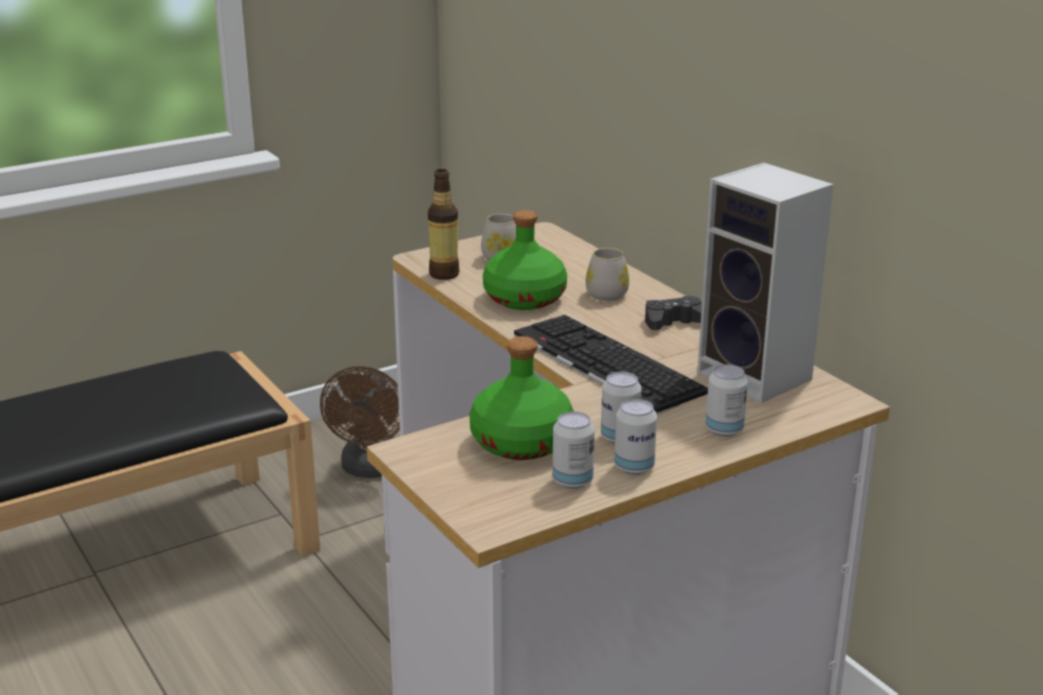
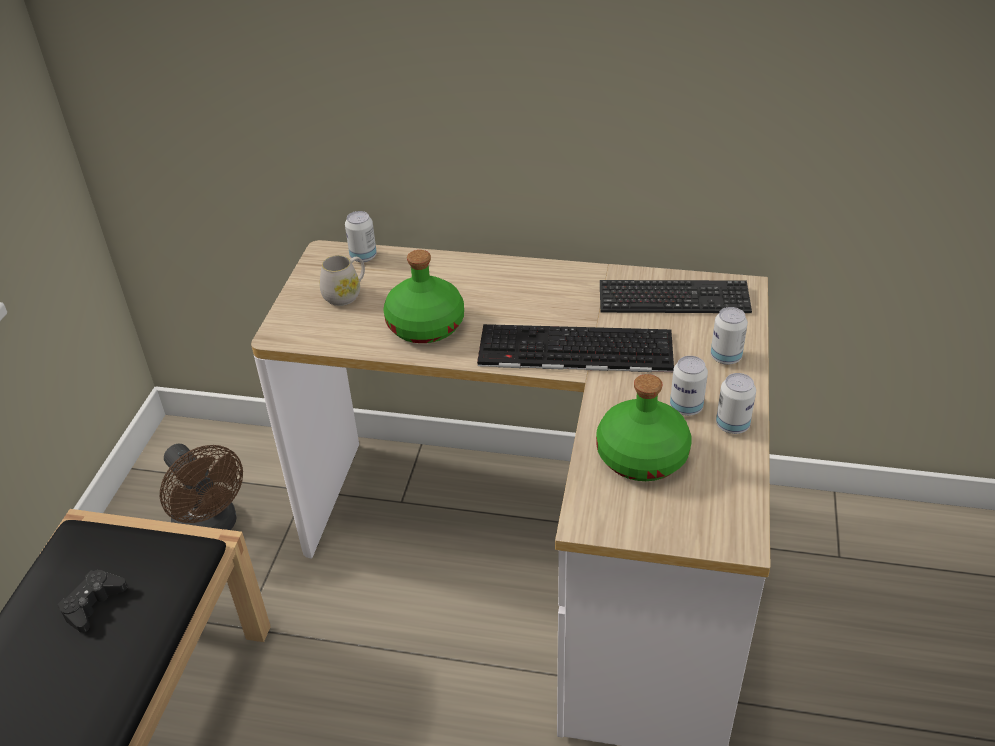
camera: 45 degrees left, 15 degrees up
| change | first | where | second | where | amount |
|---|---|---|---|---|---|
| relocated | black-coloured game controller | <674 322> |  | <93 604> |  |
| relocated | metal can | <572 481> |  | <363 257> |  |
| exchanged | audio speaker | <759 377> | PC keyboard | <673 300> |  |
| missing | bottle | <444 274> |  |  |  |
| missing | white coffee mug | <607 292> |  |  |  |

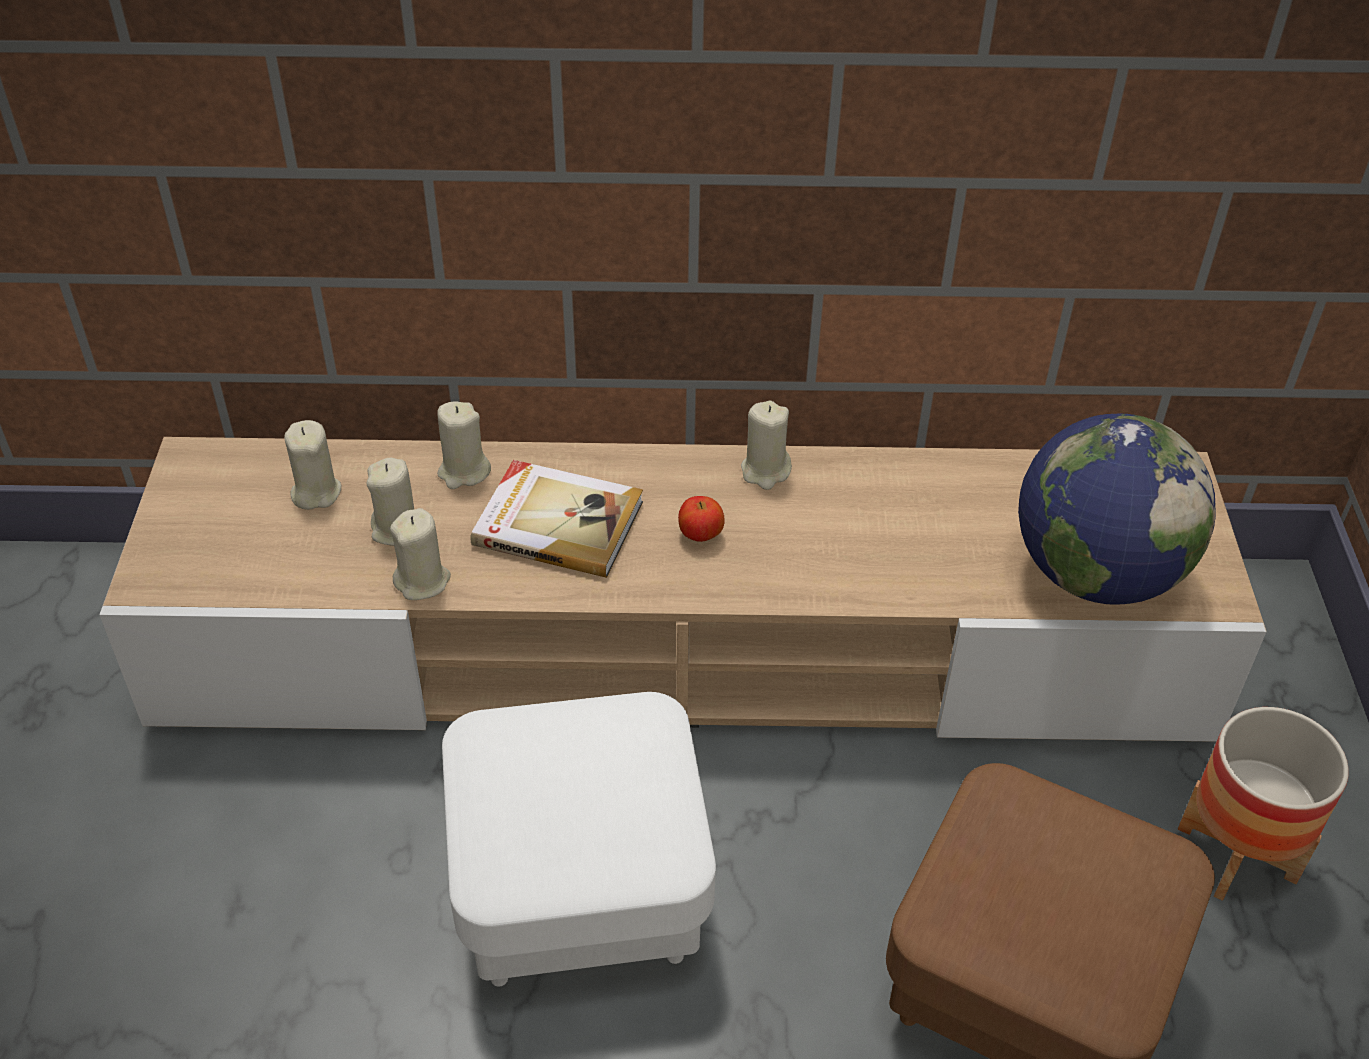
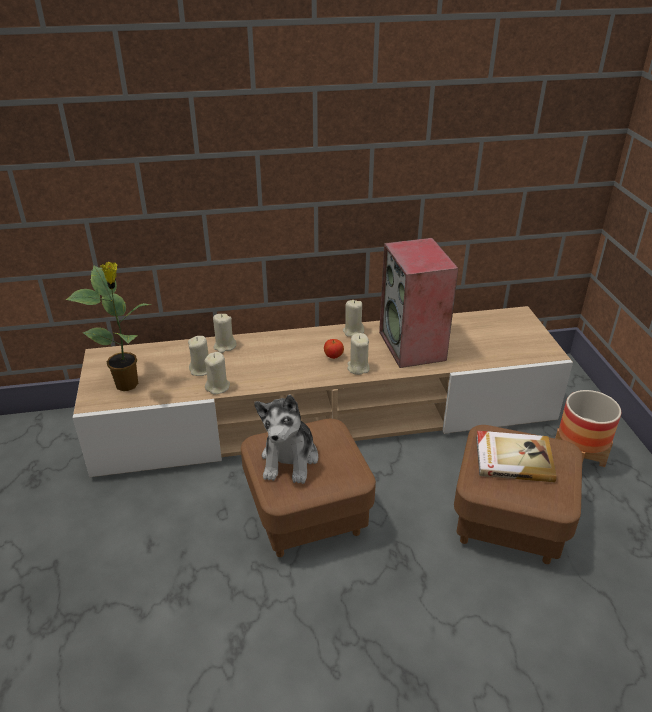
camera: 10 degrees left, 10 degrees down
| change | first | where | second | where | amount |
|---|---|---|---|---|---|
| appeared |  |  | houseplant | <128 384> |  |
| colour | white footrest | <580 891> | brown footrest | <307 514> |  |
| appeared |  |  | soft toy | <290 459> |  |
| relocated | beige wax light | <316 492> |  | <358 368> |  |
| appeared |  |  | audio speaker | <413 346> |  |
| relocated | bound book | <558 522> |  | <513 458> |  |
| missing | world globe | <1096 573> |  |  |  |

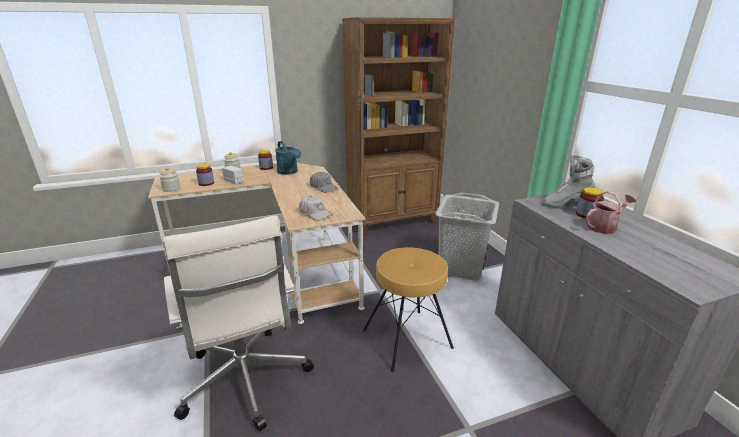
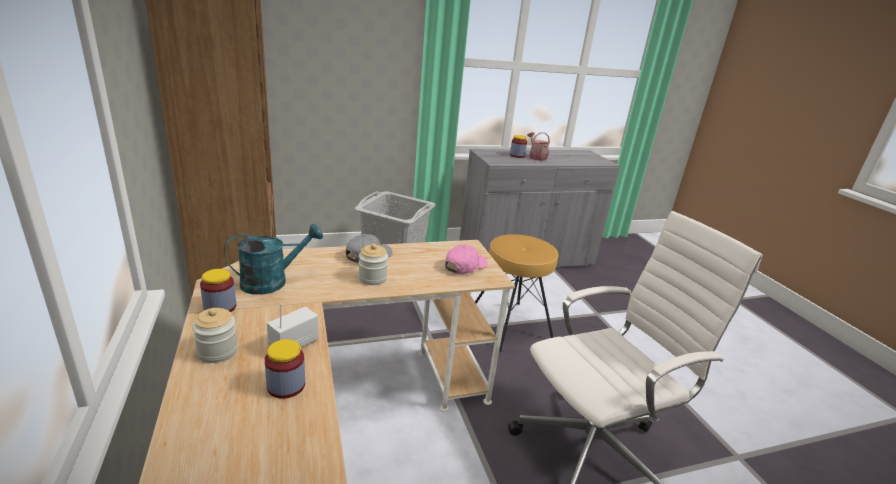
camera: 90 degrees left, 0 degrees up
| change | first | where | second | where | amount |
|---|---|---|---|---|---|
| relocated | storage jar | <171 189> |  | <372 278> |  |
| colour | white baseball cap | <315 213> | pinkish baseball cap | <465 266> |  |
| missing | gray tall boot | <565 204> |  |  |  |

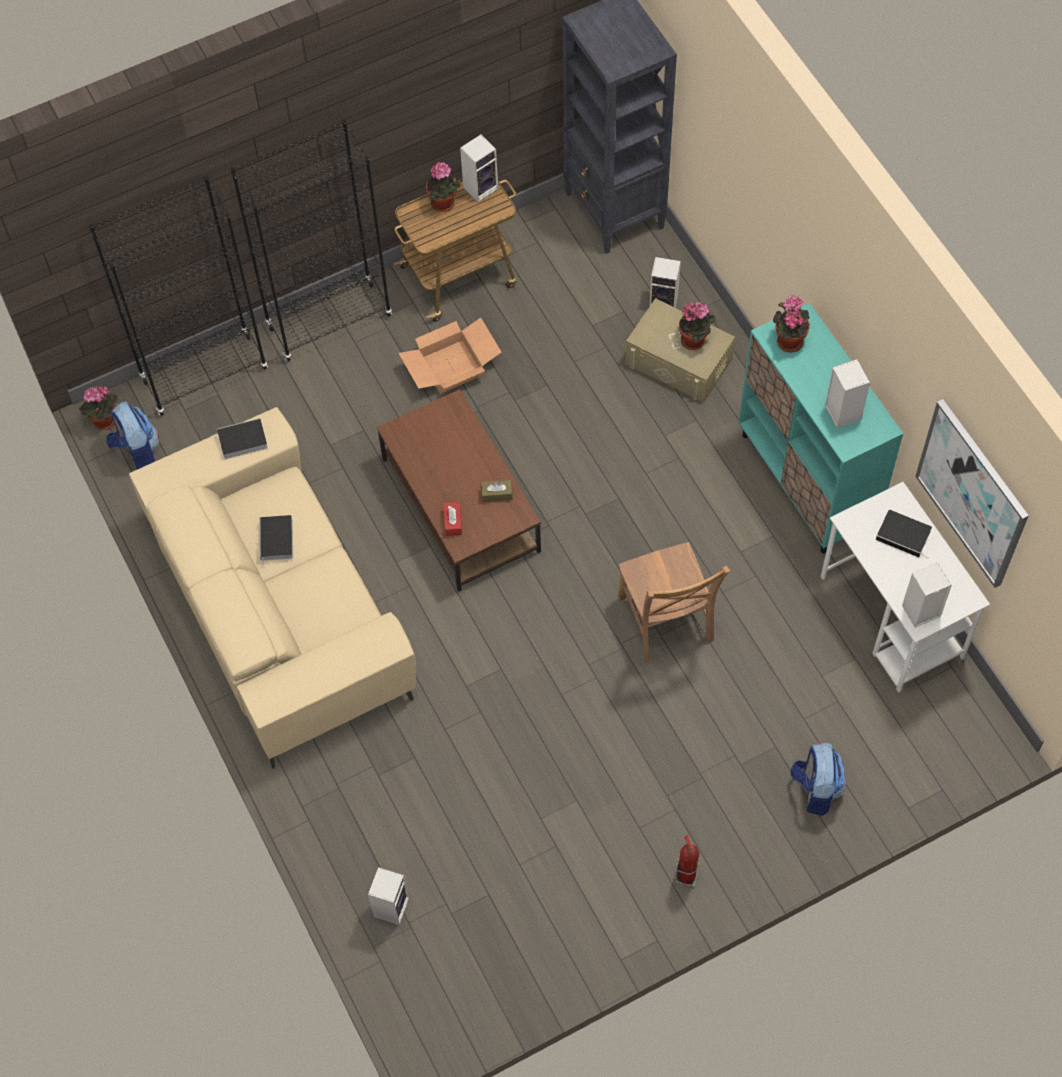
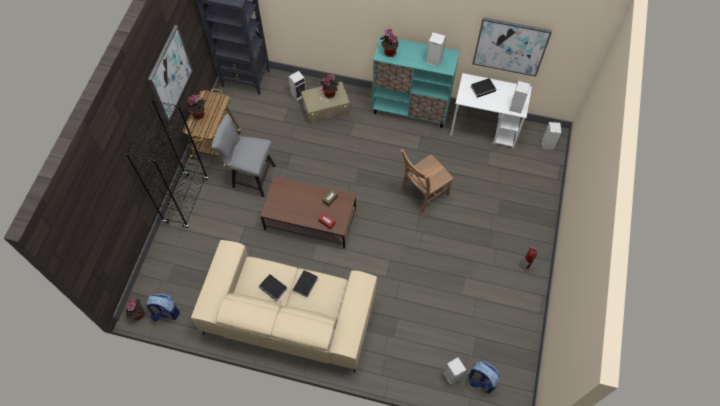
camera: 50 degrees left, 0 degrees up
| change | first | where | second | where | amount |
|---|---|---|---|---|---|
| appeared |  |  | wall picture | <170 74> |  |
| exchanged | packing box | <451 365> | gray chair | <250 176> |  |
| relocated | bound book | <241 441> |  | <305 285> |  |
| spun | brown chair | <666 622> |  | <422 193> | 120 degrees clockwise |
| relocated | rucksack | <815 789> |  | <481 381> |  |
| relocated | audio speaker | <481 187> |  | <547 143> |  |
| missing | black-coloured bookshelf | <204 374> |  |  |  |

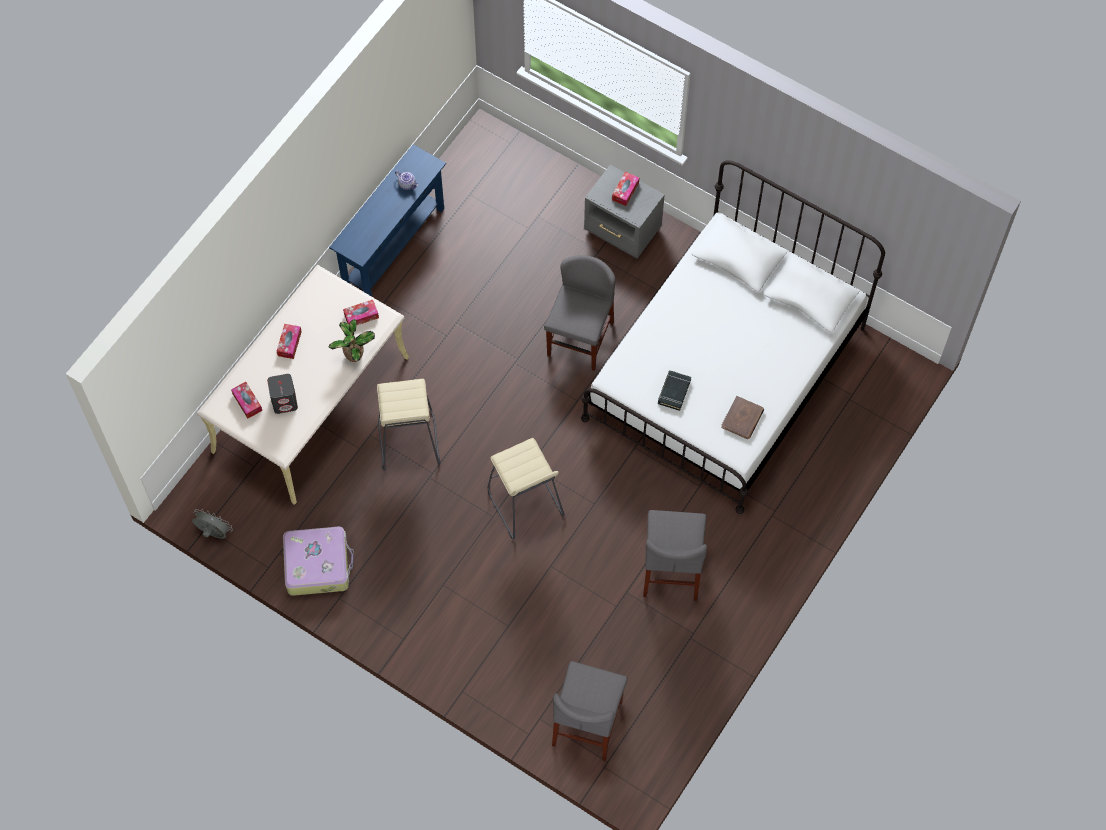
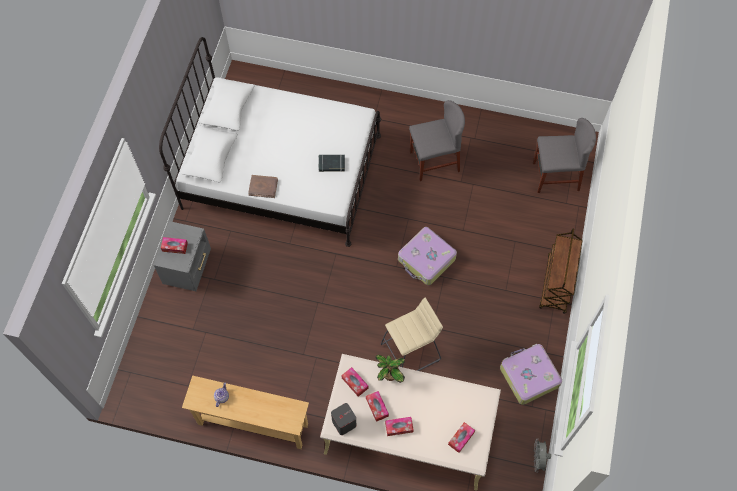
camera: 110 degrees left, 0 degrees up
| change | first | where | second | where | amount |
|---|---|---|---|---|---|
| colour | blue-coloured narrow table | <393 247> | beige narrow table | <253 424> |  |
| relocated | brown bound book | <742 419> |  | <263 187> |  |
| relocated | gray audio speaker | <285 402> |  | <344 423> |  |
| appeared |  |  | box of tissues | <377 407> |  |
| exchanged | beige sitting stool | <525 504> | suitcase | <426 260> |  |
| appeared |  |  | brown trolley | <556 284> |  |
| missing | gray chair | <580 339> |  |  |  |

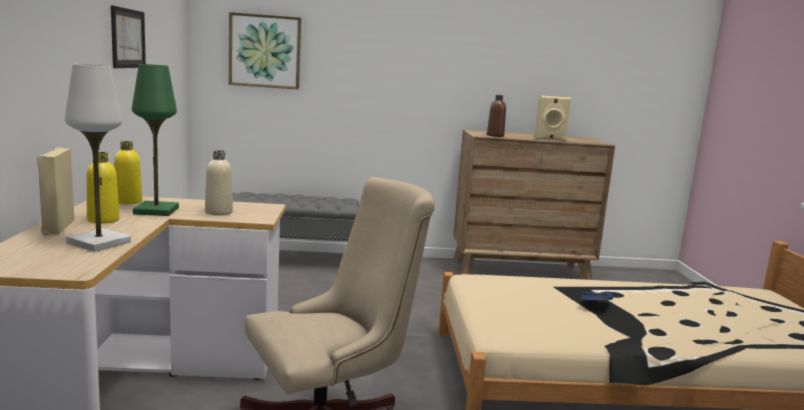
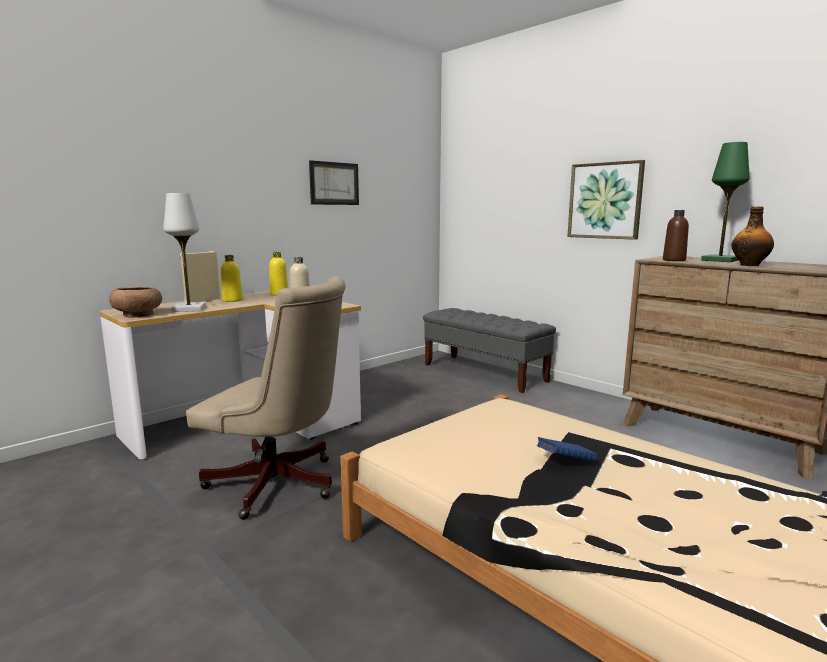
camera: 50 degrees right, 0 degrees up
| change | first | where | second | where | amount |
|---|---|---|---|---|---|
| appeared |  |  | brown bowl | <137 315> |  |
| relocated | wall picture | <265 51> |  | <605 200> |  |
| relocated | greenish tabletop lamp | <156 211> |  | <720 260> |  |
| exchanged | beige audio speaker | <550 139> | bottle | <750 265> |  |

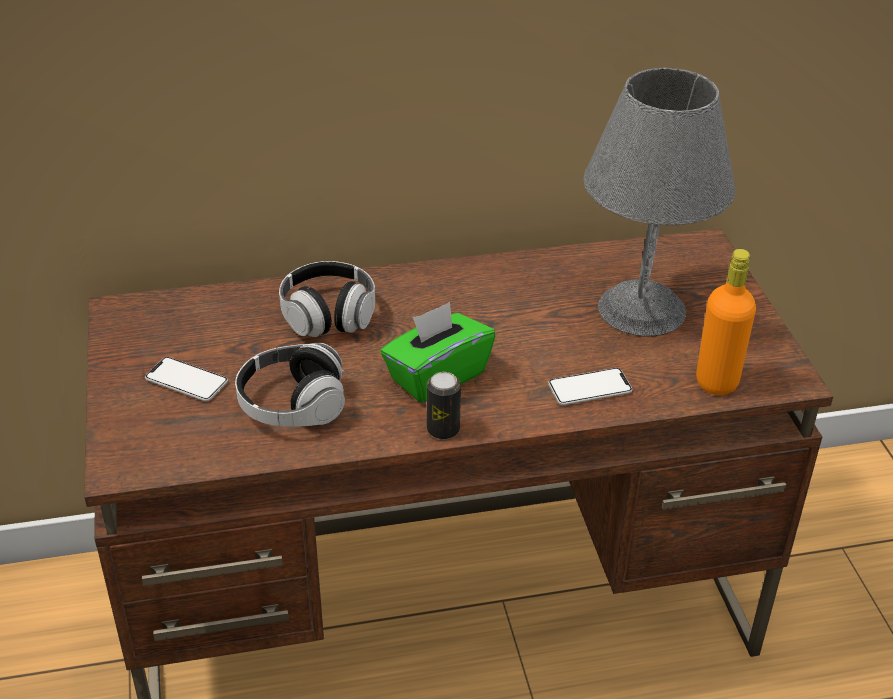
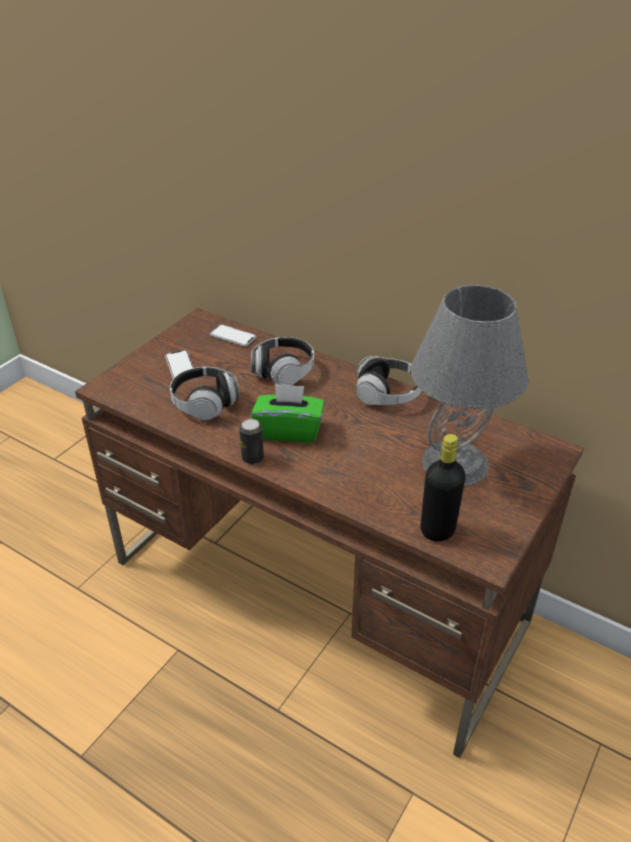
camera: 45 degrees right, 0 degrees up
| change | first | where | second | where | amount |
|---|---|---|---|---|---|
| relocated | telephone | <589 388> |  | <233 336> |  |
| appeared |  |  | headphones | <388 394> |  |
| colour | orange-coloured bottle | <716 382> | black-coloured bottle | <437 530> |  |

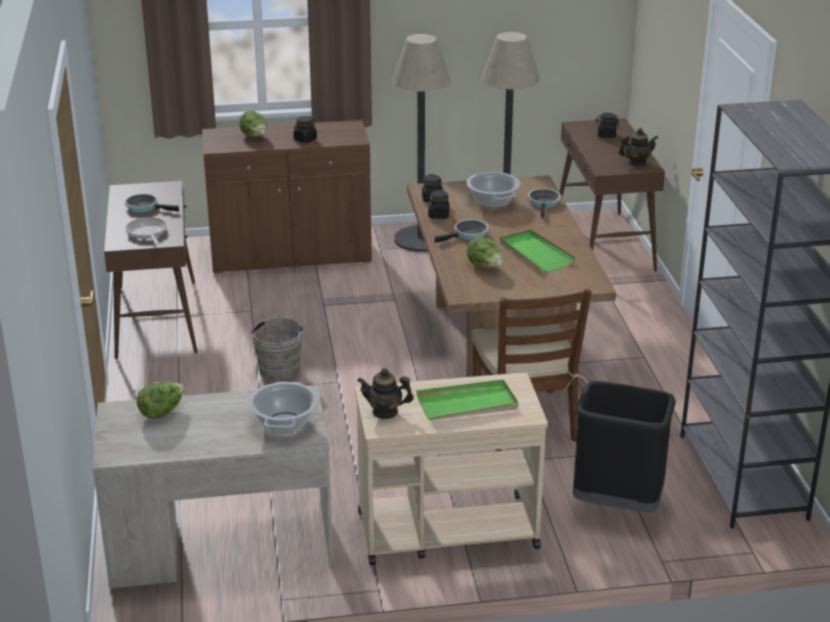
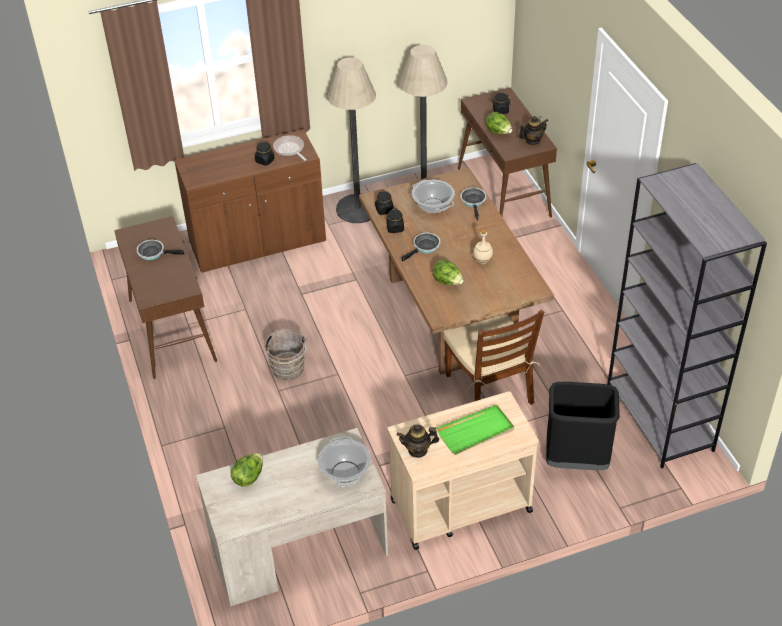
camera: 10 degrees left, 15 degrees up
| change | first | where | second | where | amount |
|---|---|---|---|---|---|
| relocated | frying pan | <147 233> |  | <289 149> |  |
| exchanged | greenish serving tray | <535 253> | beige bottle | <482 261> |  |
| relocated | head of lettuce | <255 137> |  | <499 132> |  |

